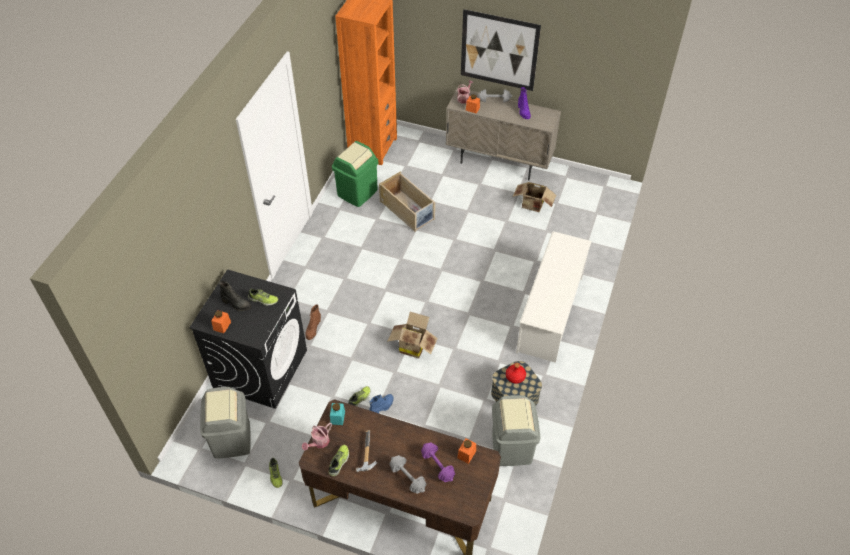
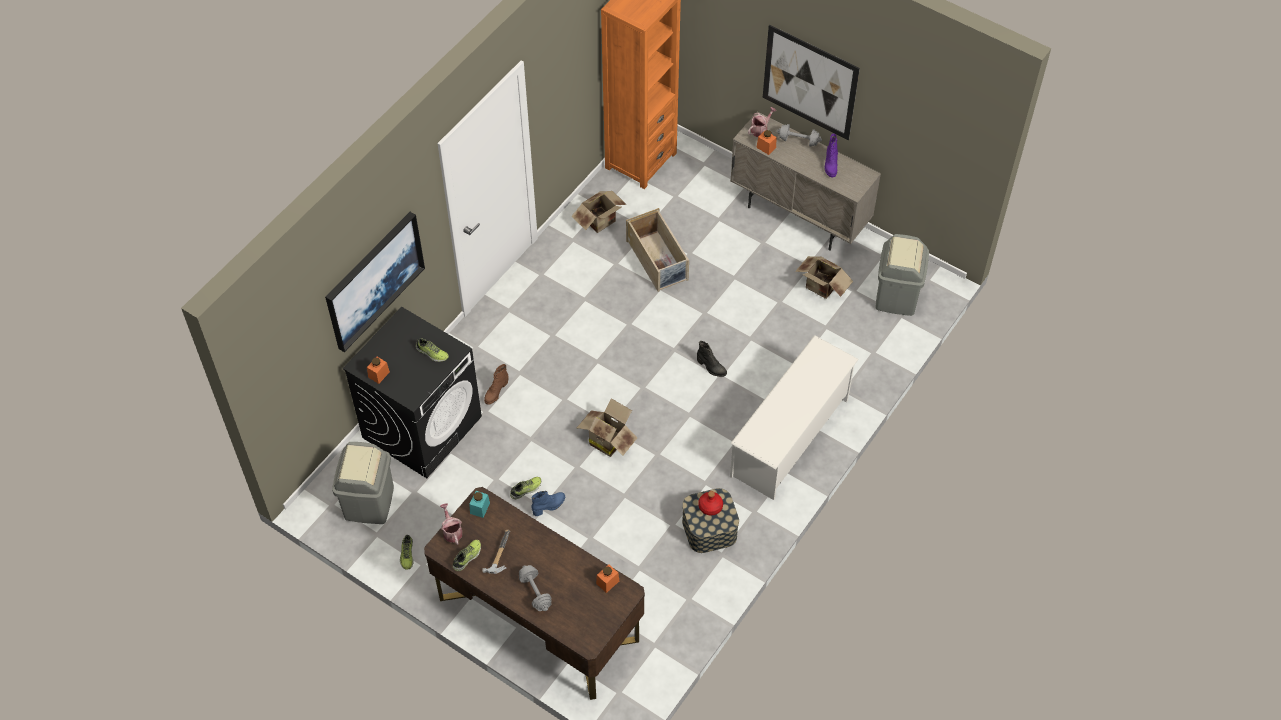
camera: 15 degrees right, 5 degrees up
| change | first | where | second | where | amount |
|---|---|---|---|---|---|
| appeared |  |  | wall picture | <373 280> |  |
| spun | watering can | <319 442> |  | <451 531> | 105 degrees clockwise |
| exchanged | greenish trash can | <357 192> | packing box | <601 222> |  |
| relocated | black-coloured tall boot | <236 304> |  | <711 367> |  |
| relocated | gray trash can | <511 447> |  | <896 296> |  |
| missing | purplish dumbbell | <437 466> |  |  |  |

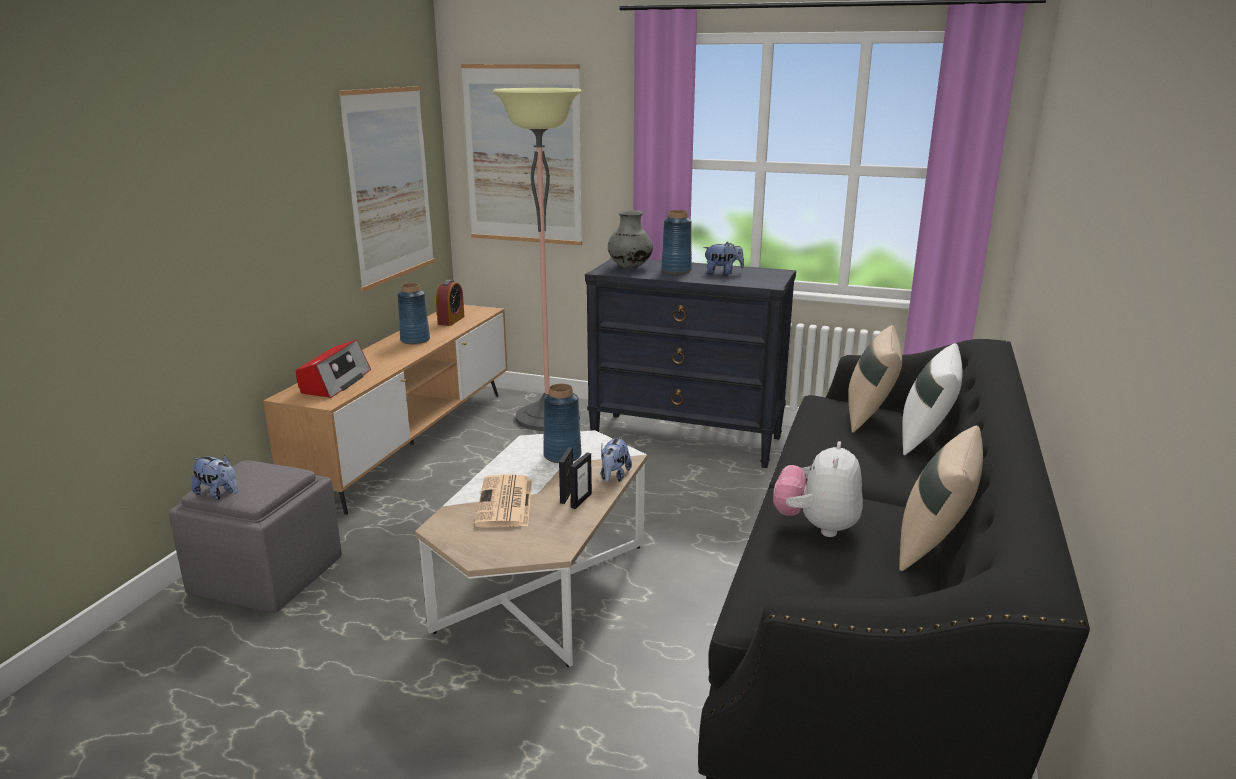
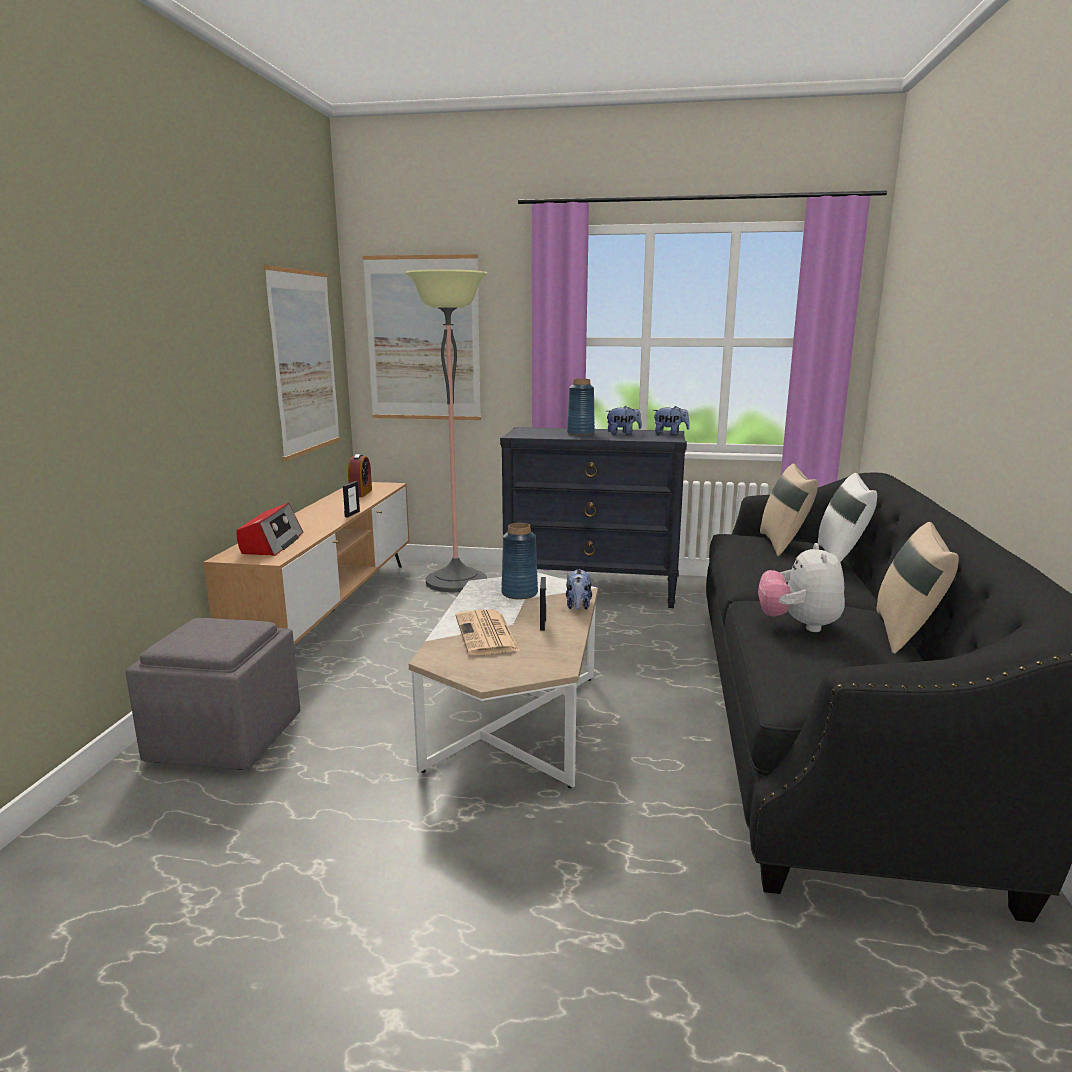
camera: 10 degrees left, 5 degrees down
| change | first | where | second | where | amount |
|---|---|---|---|---|---|
| relocated | picture frame | <581 500> |  | <352 514> |  |
| relocated | soft toy | <218 494> |  | <670 433> |  |
| missing | blue-coloured decorative vase | <415 340> |  |  |  |
| missing | gray decorative vase | <629 267> |  |  |  |

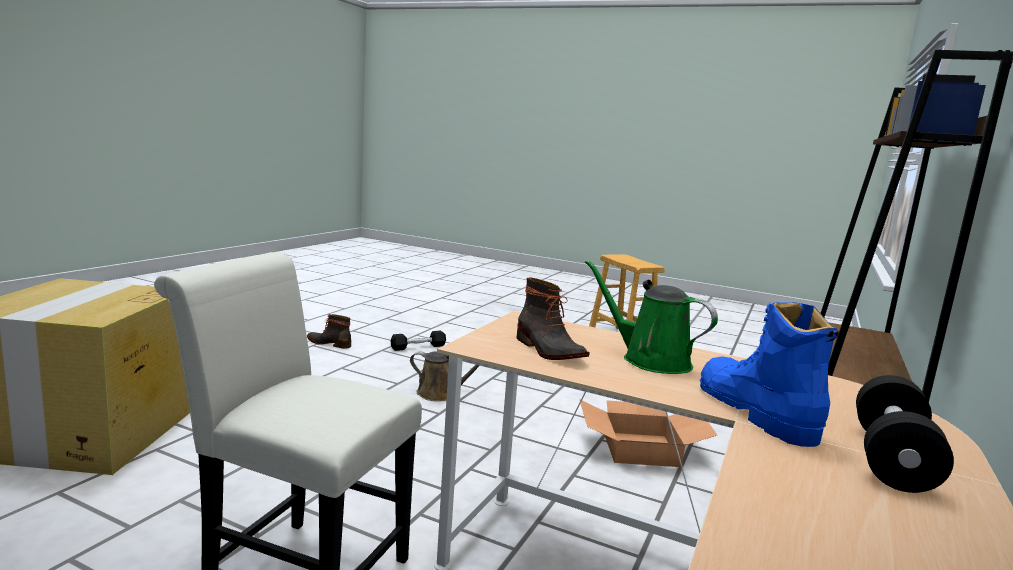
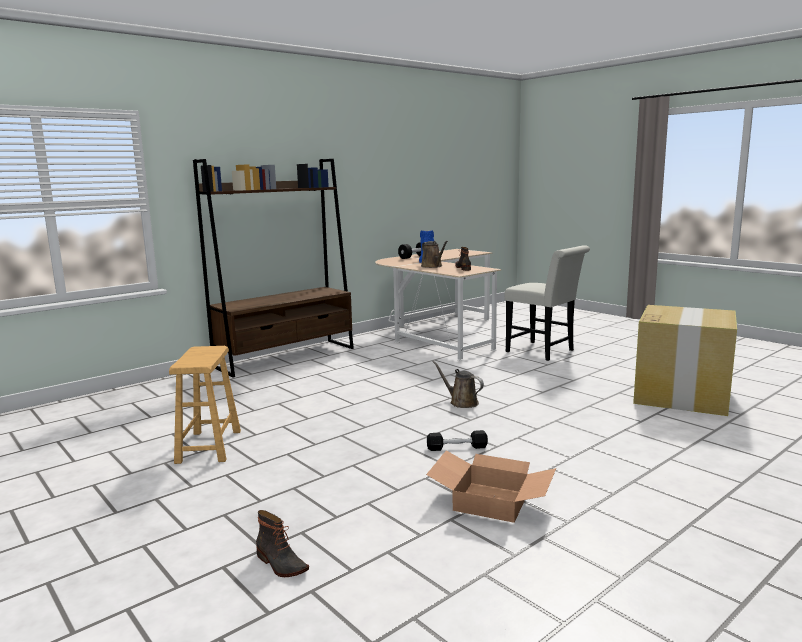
camera: 155 degrees left, 0 degrees up
| change | first | where | second | where | amount |
|---|---|---|---|---|---|
| relocated | tall boot | <329 343> |  | <280 564> |  |
| colour | greenish watering can | <650 360> | brown watering can | <432 266> |  |
| relocated | packing box | <641 448> |  | <489 502> |  |

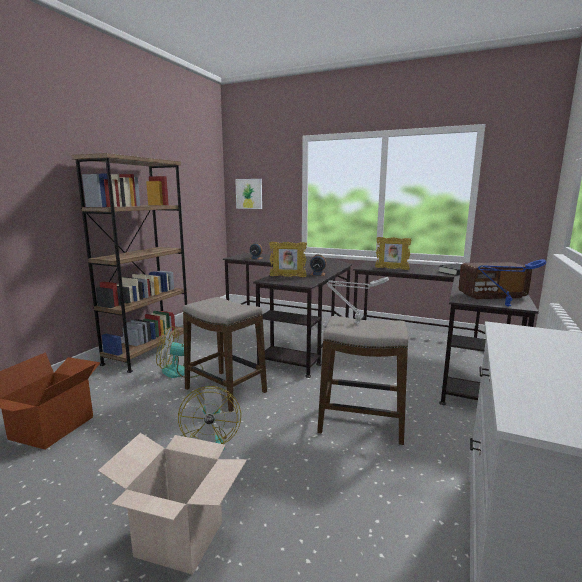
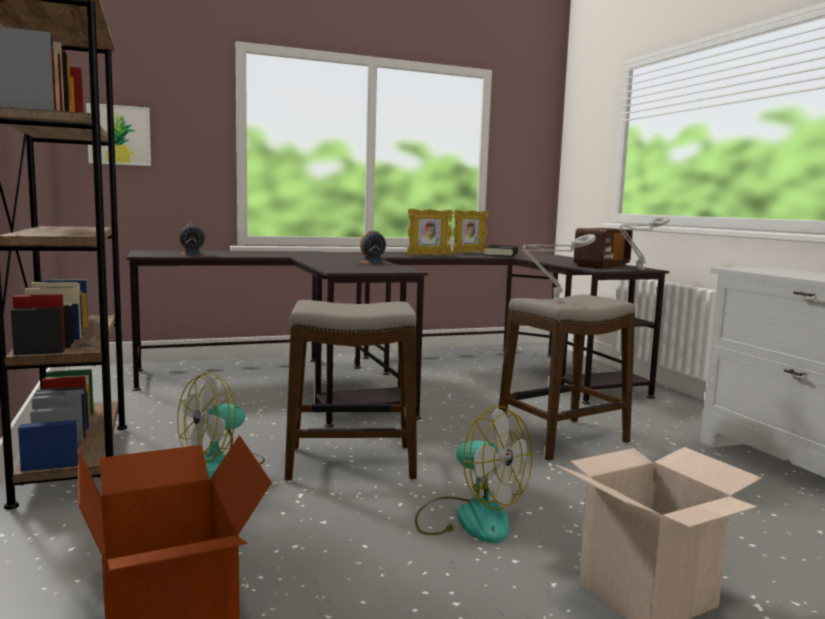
camera: 45 degrees left, 5 degrees down
| change | first | where | second | where | amount |
|---|---|---|---|---|---|
| relocated | picture frame | <288 277> |  | <469 253> |  |
| colour | blue-coloured tabletop lamp | <505 306> | gray tabletop lamp | <639 270> |  |

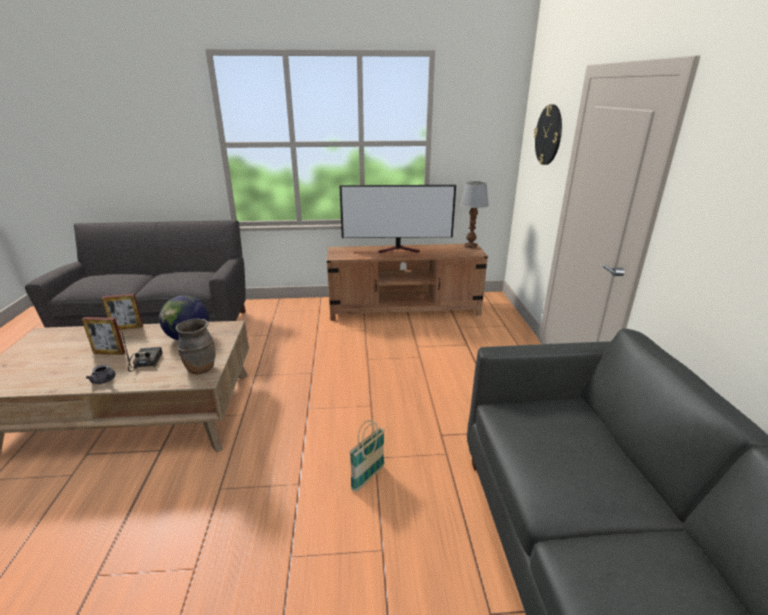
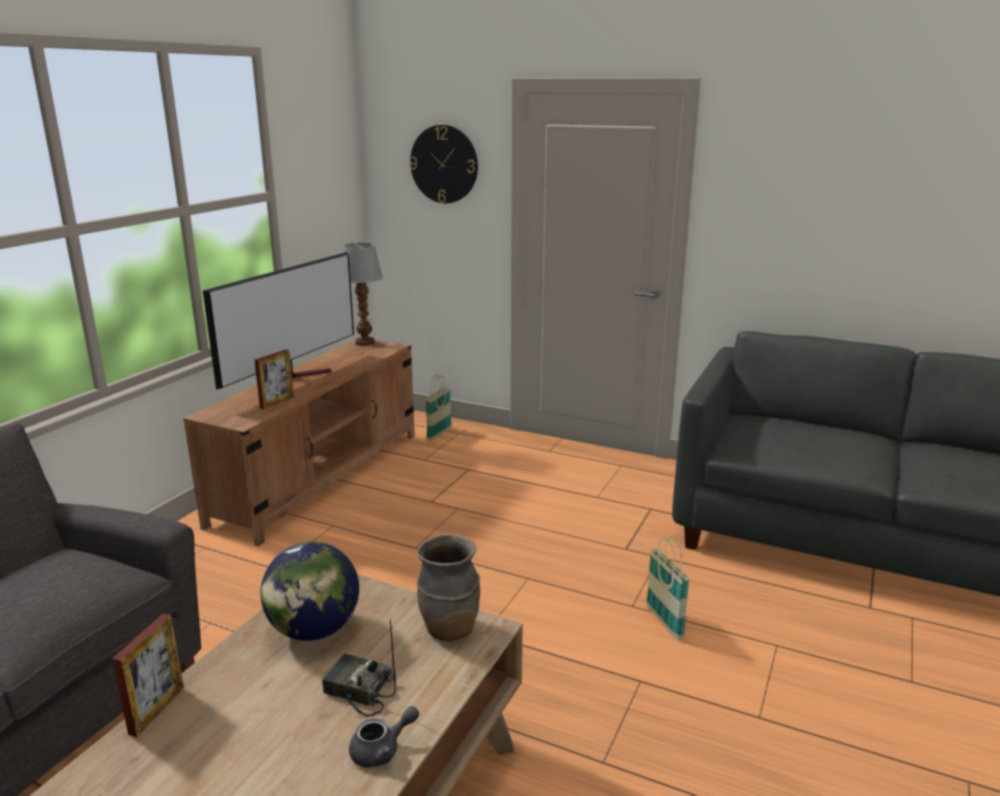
camera: 60 degrees left, 5 degrees down
| change | first | where | second | where | amount |
|---|---|---|---|---|---|
| relocated | picture frame | <109 353> |  | <277 402> |  |
| appeared |  |  | storage basket | <439 434> |  |

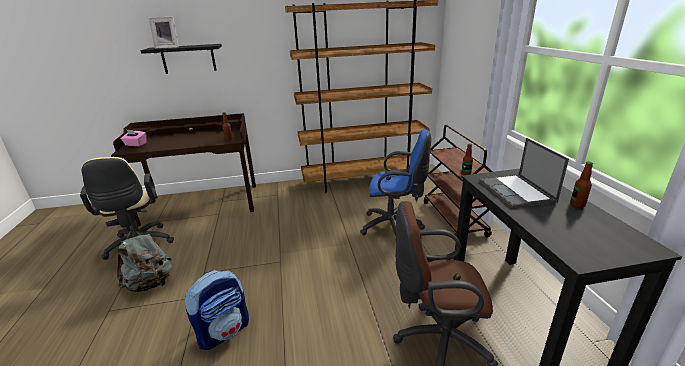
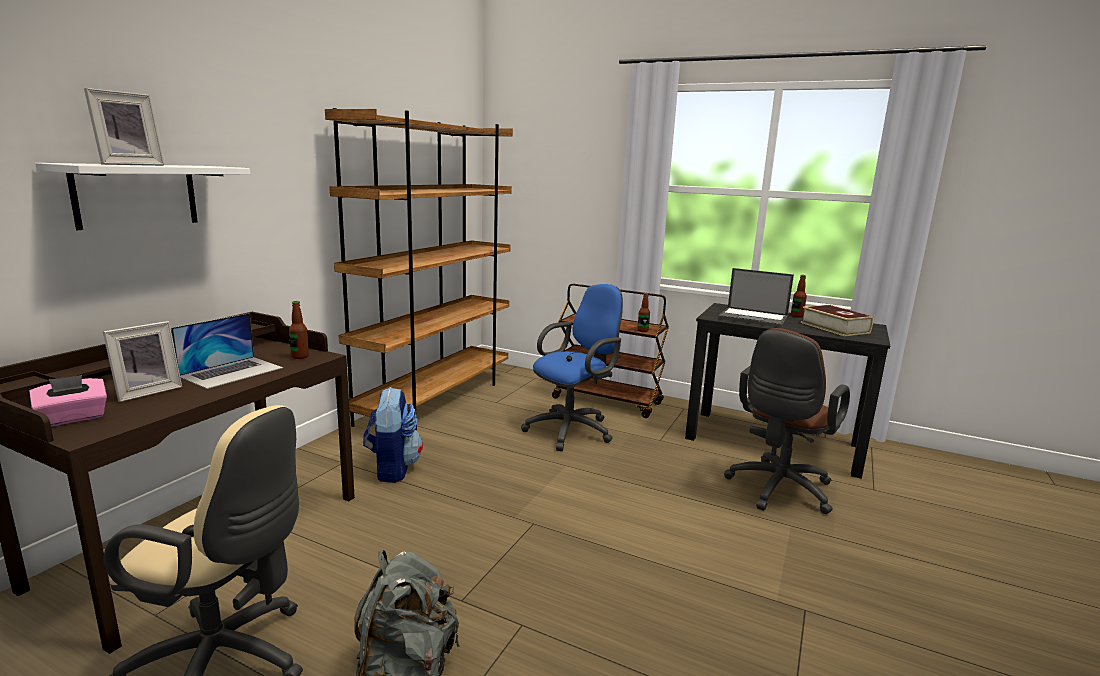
camera: 55 degrees left, 10 degrees down
| change | first | where | second | where | amount |
|---|---|---|---|---|---|
| colour | black-coloured wall shelf | <188 58> | white wall shelf | <136 195> |  |
| appeared |  |  | picture frame | <147 391> |  |
| appeared |  |  | notebook computer | <232 372> |  |
| relocated | rucksack | <224 331> |  | <392 468> |  |
| appeared |  |  | bound book | <834 327> |  |

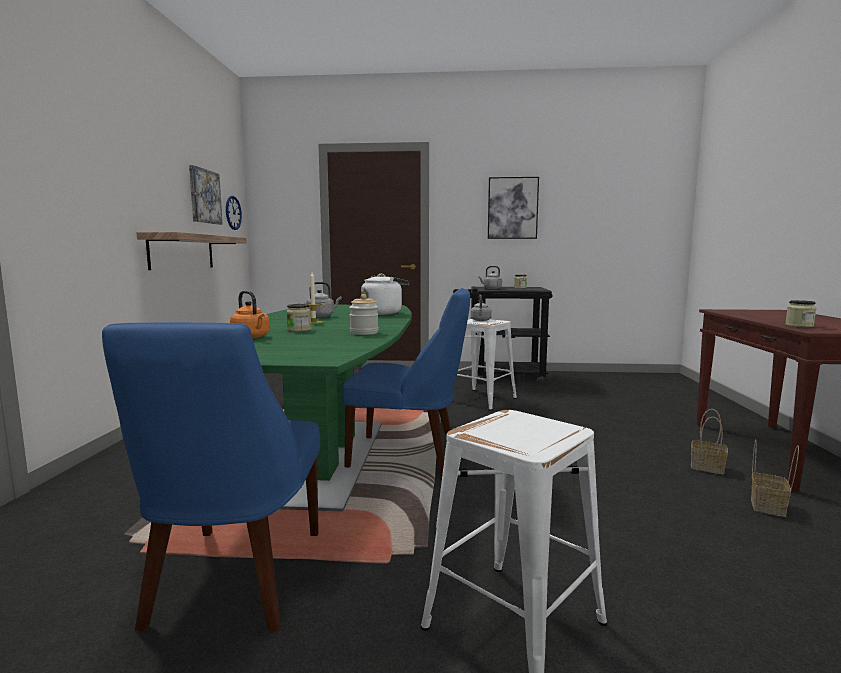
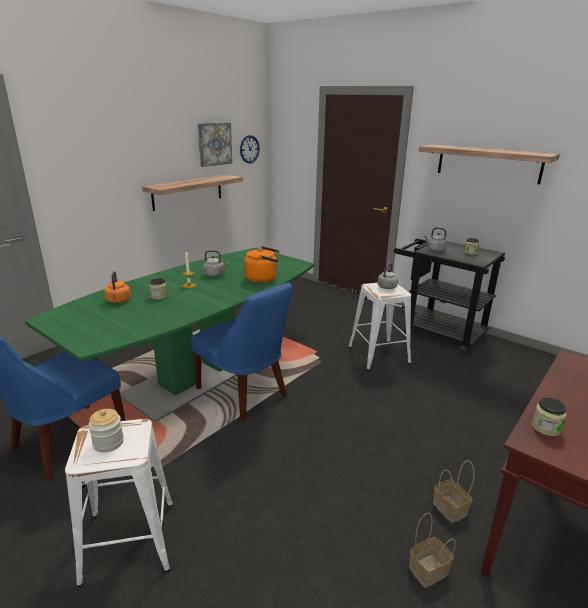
camera: 35 degrees right, 15 degrees up
| change | first | where | second | where | amount |
|---|---|---|---|---|---|
| relocated | storage jar | <364 332> |  | <108 443> |  |
| colour | white kettle | <384 313> | orange-coloured kettle | <263 278> |  |
| exchanged | wall picture | <512 208> | wall shelf | <488 163> |  |

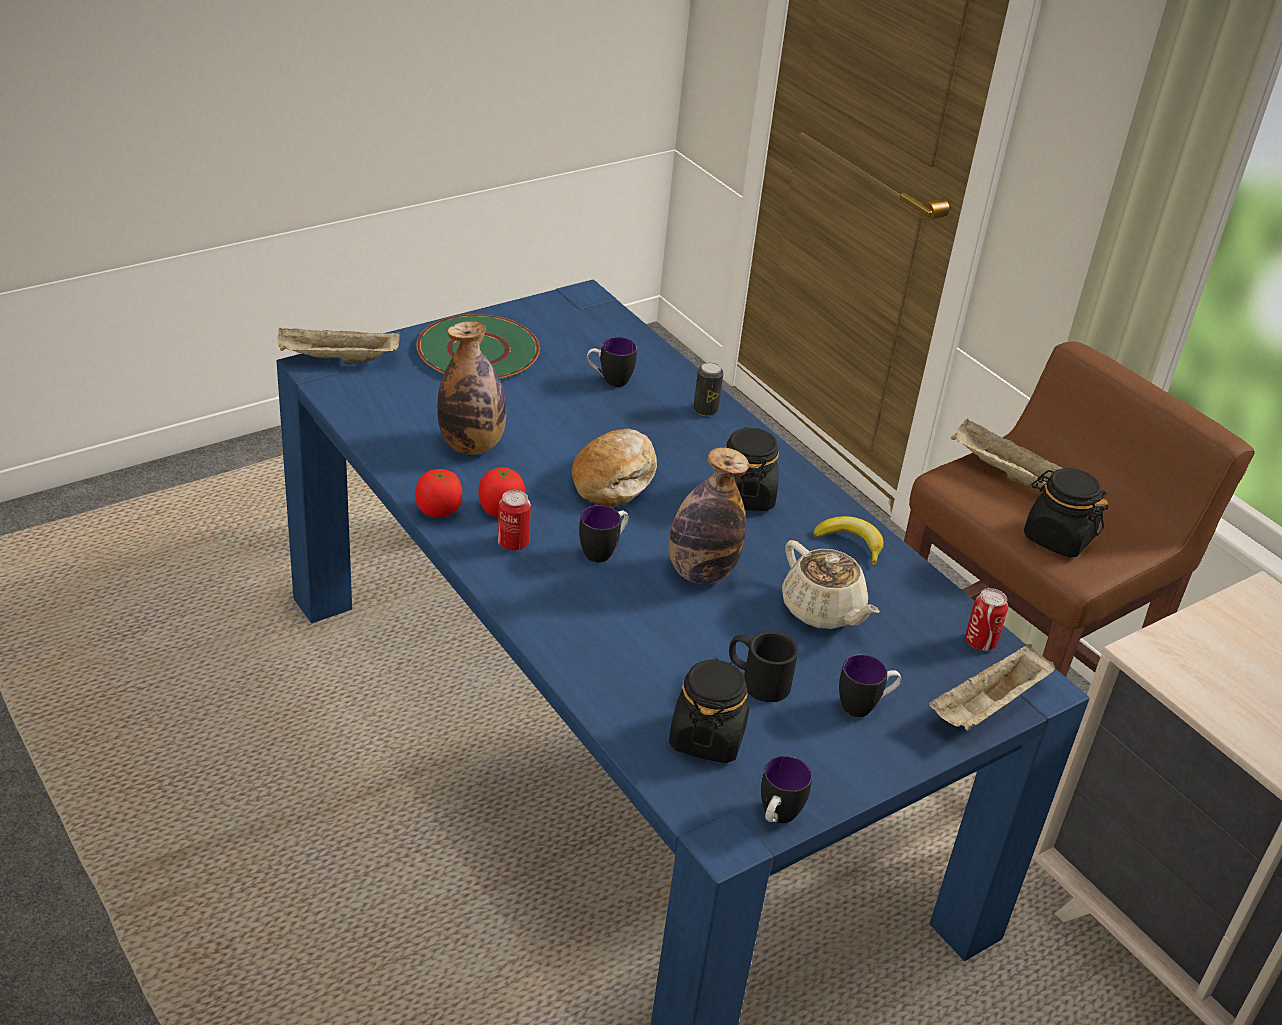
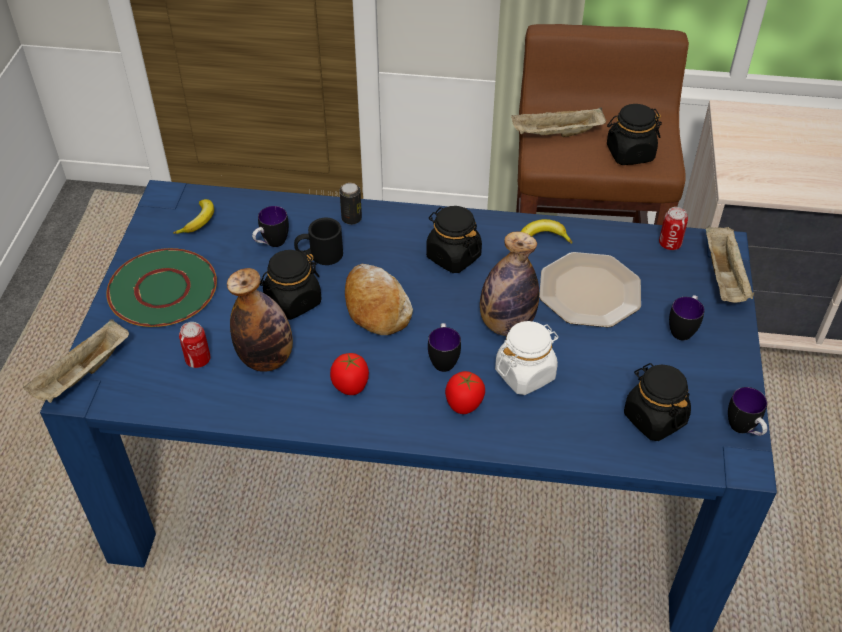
camera: 45 degrees left, 10 degrees up
| change | first | where | second | where | amount |
|---|---|---|---|---|---|
| appeared |  |  | banana fruit | <199 221> |  |
| relocated | metal can | <513 543> |  | <198 360> |  |
| appeared |  |  | black-coloured storage jar | <293 302> |  |
| relocated | black-coloured coffee mug | <757 680> |  | <319 255> |  |
| relocated | tomato | <438 511> |  | <464 404> |  |
| appeared |  |  | white storage jar | <525 374> |  |
| exchanged | beige tea pot | <823 611> | dinner plate | <588 292> |  |

